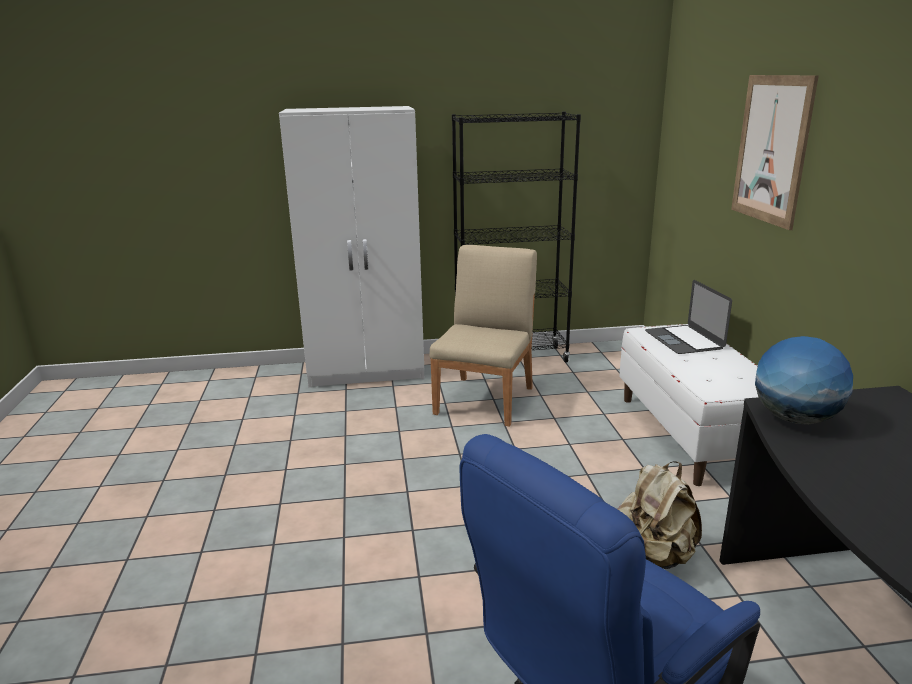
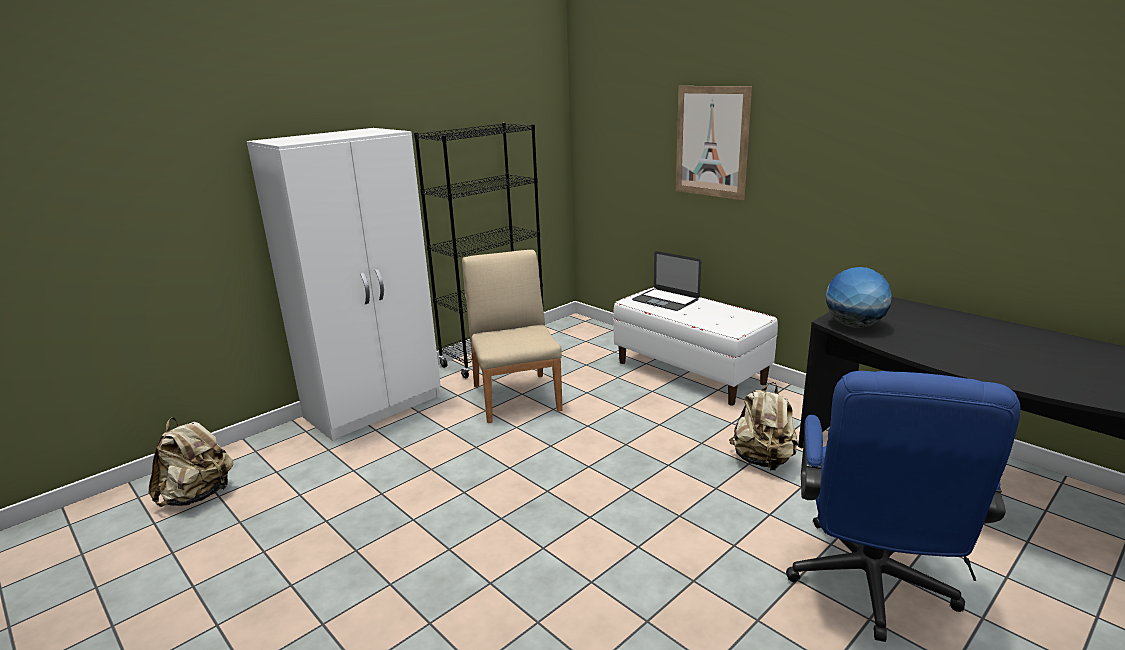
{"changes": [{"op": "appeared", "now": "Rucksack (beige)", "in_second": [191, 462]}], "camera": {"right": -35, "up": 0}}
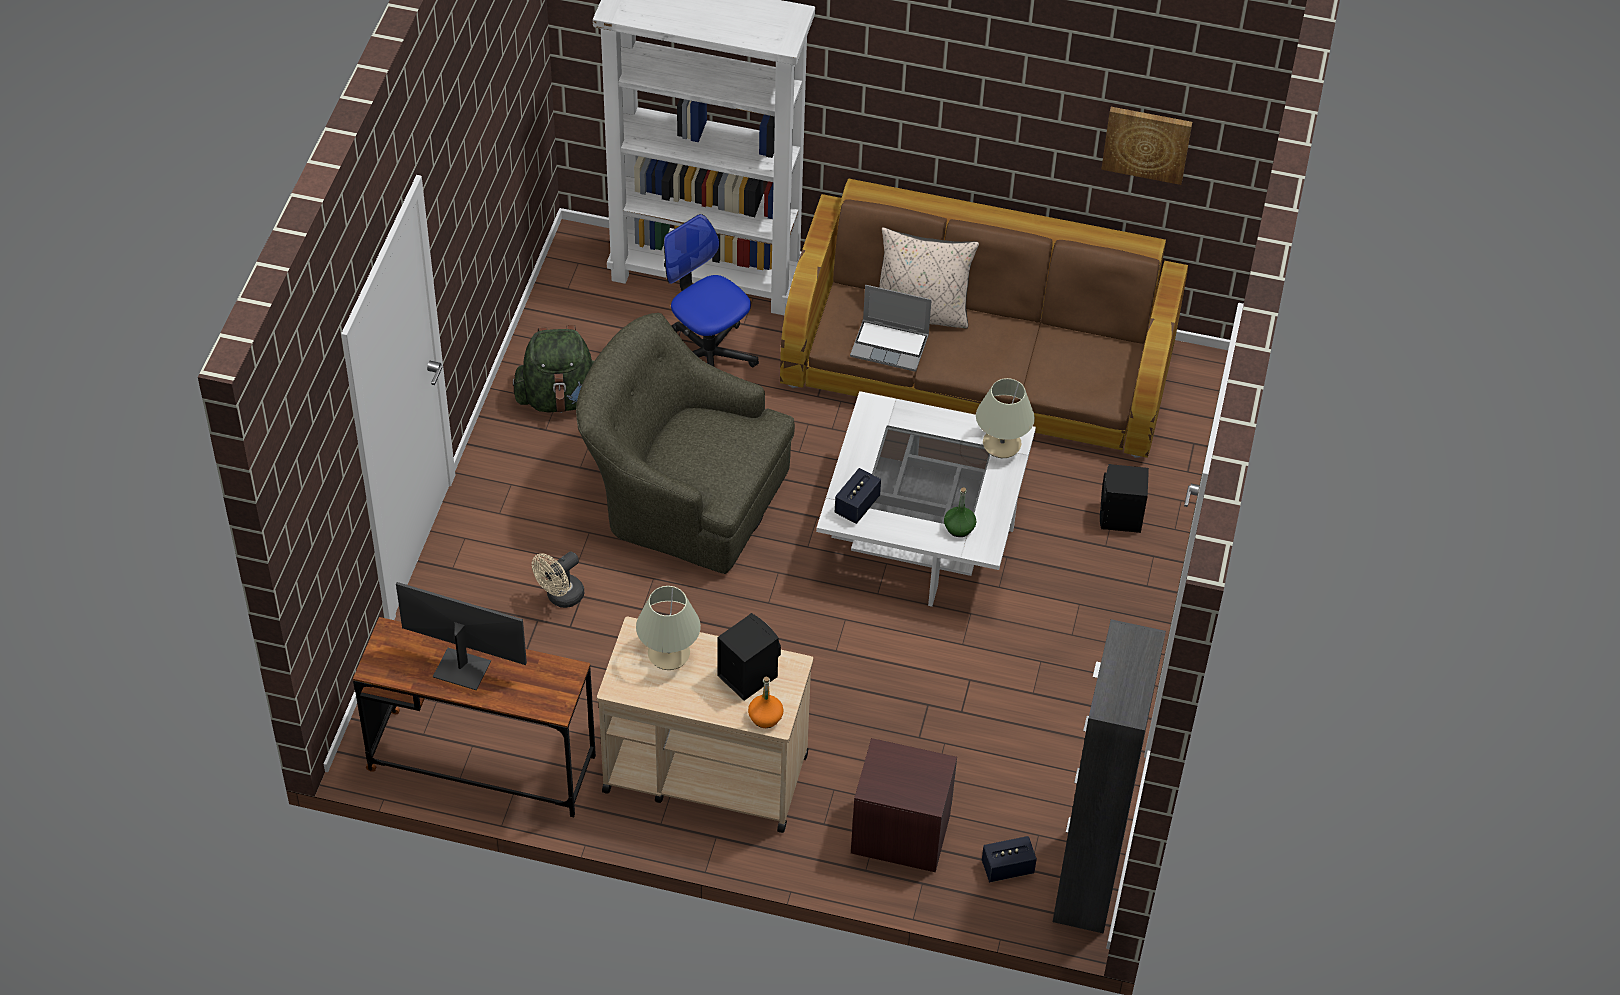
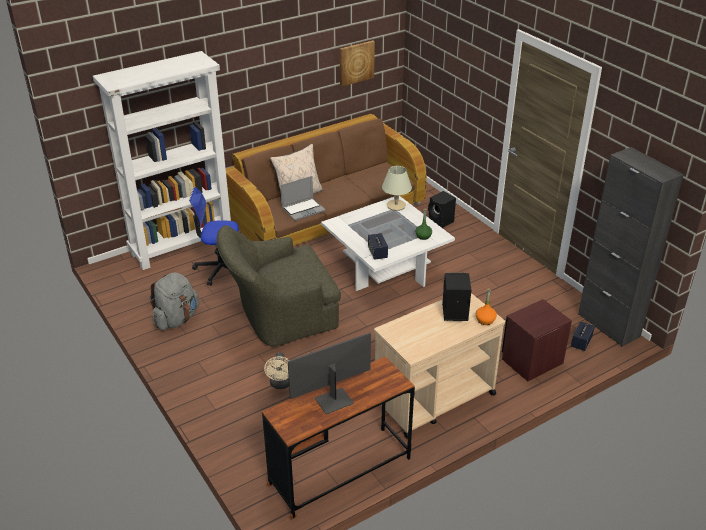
{"changes": [{"op": "colour", "was": "Rucksack (grün)", "now": "Rucksack (grau)", "in_first": [553, 369], "in_second": [174, 301]}, {"op": "missing", "was": "Tischlampe (beige)", "in_first": [668, 628]}], "camera": {"right": -45, "up": -15}}
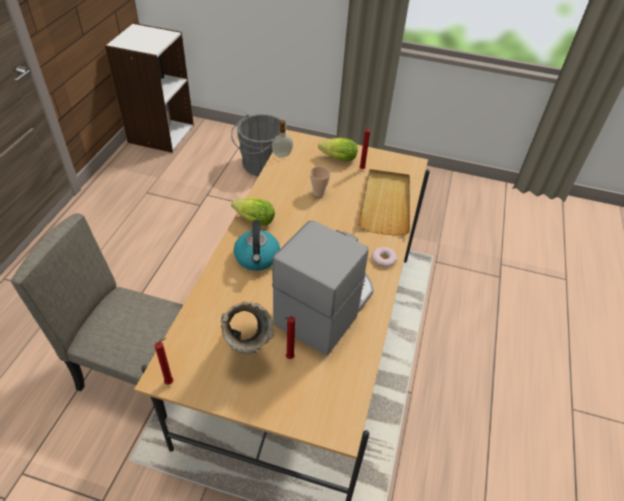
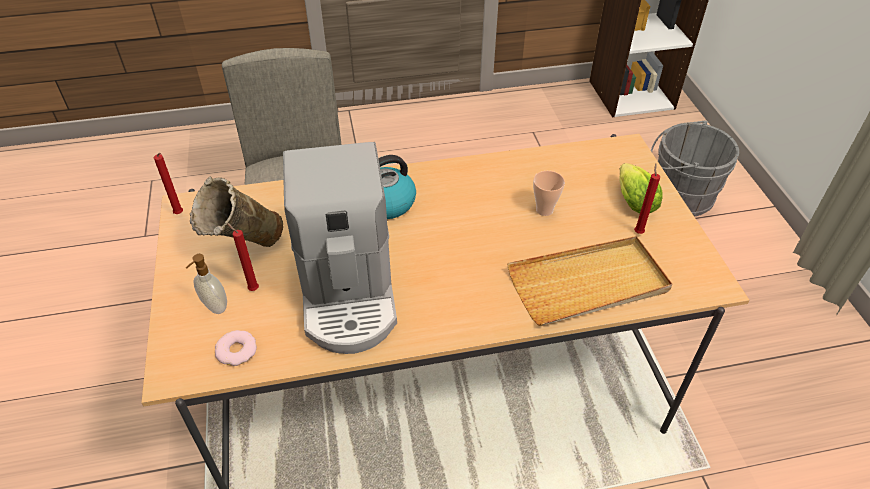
{"changes": [{"op": "relocated", "was": "Seifenspender", "in_first": [282, 138], "in_second": [206, 284]}, {"op": "relocated", "was": "Donut", "in_first": [384, 257], "in_second": [236, 348]}, {"op": "spun", "was": "Kaffeemaschine", "in_first": [323, 288], "in_second": [340, 248], "clockwise": 75}, {"op": "missing", "was": "Salatkopf", "in_first": [253, 212]}], "camera": {"right": 65, "up": 0}}
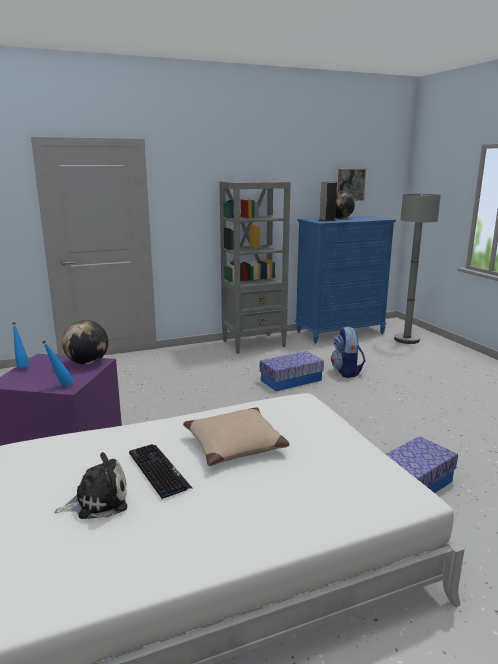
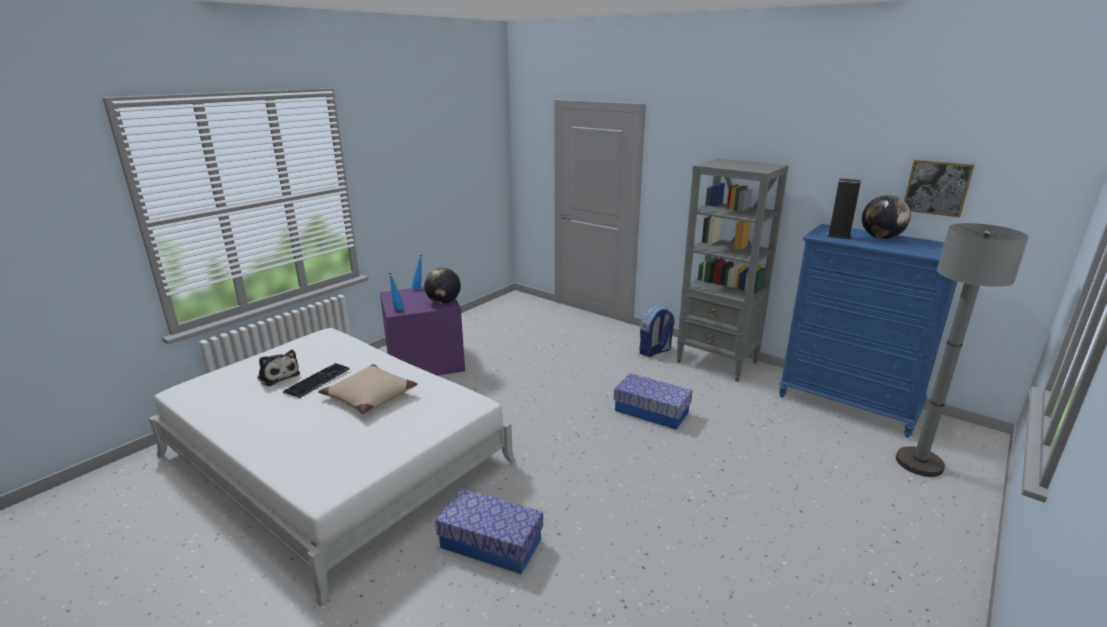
{"changes": [{"op": "relocated", "was": "Rucksack", "in_first": [348, 352], "in_second": [657, 331]}], "camera": {"right": 60, "up": 5}}
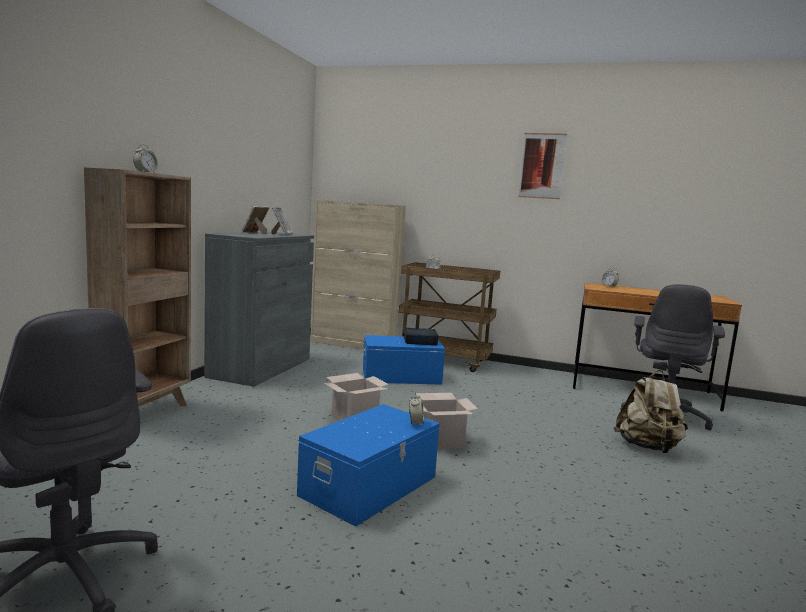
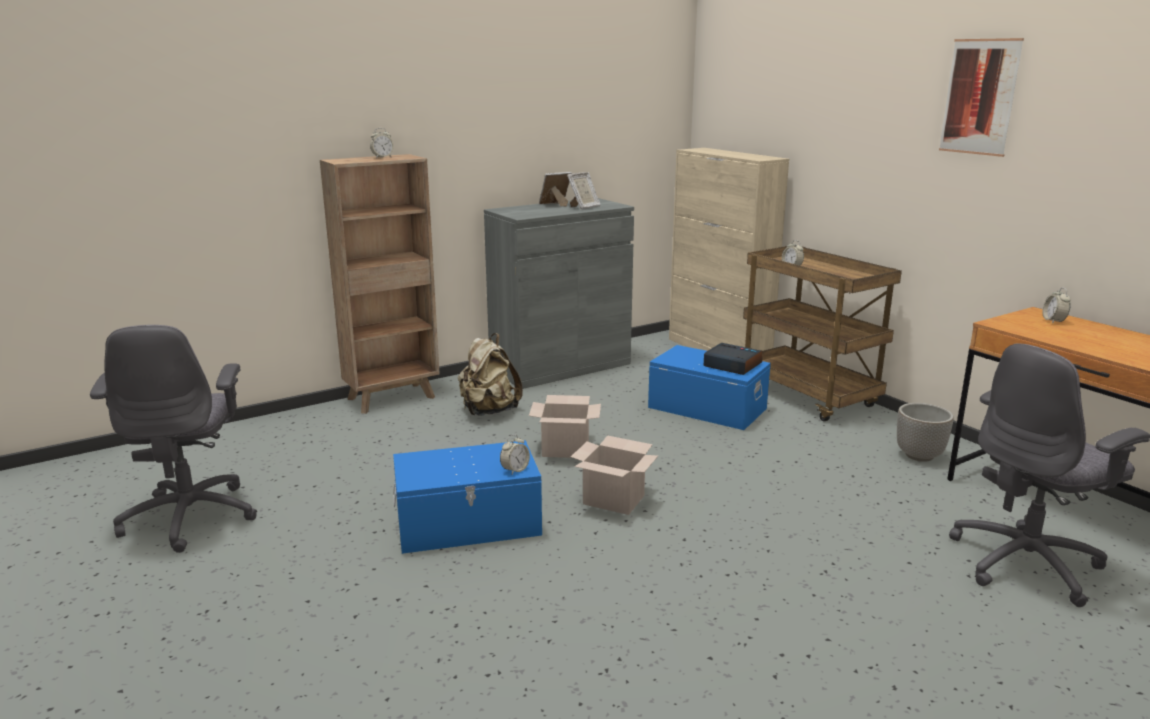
{"changes": [{"op": "relocated", "was": "Rucksack (beige)", "in_first": [651, 411], "in_second": [490, 374]}, {"op": "appeared", "now": "Pflanzkübel", "in_second": [925, 432]}], "camera": {"right": 40, "up": 10}}
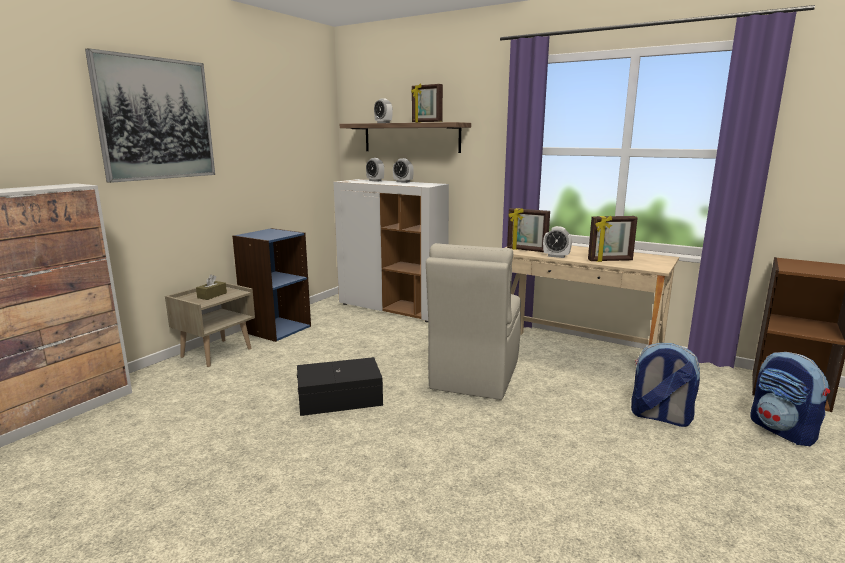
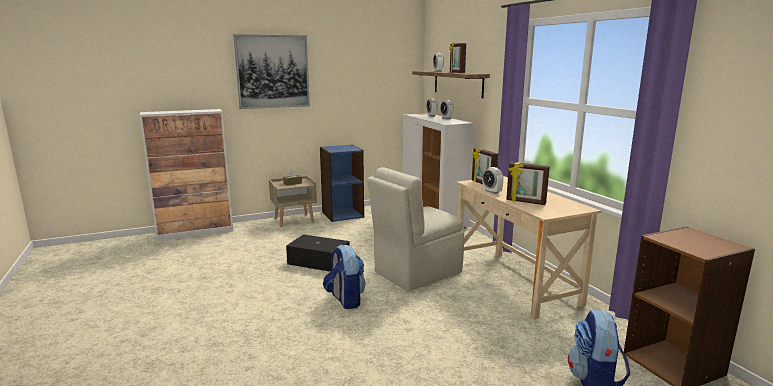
{"changes": [{"op": "relocated", "was": "Rucksack", "in_first": [665, 385], "in_second": [344, 277]}], "camera": {"right": 35, "up": 0}}
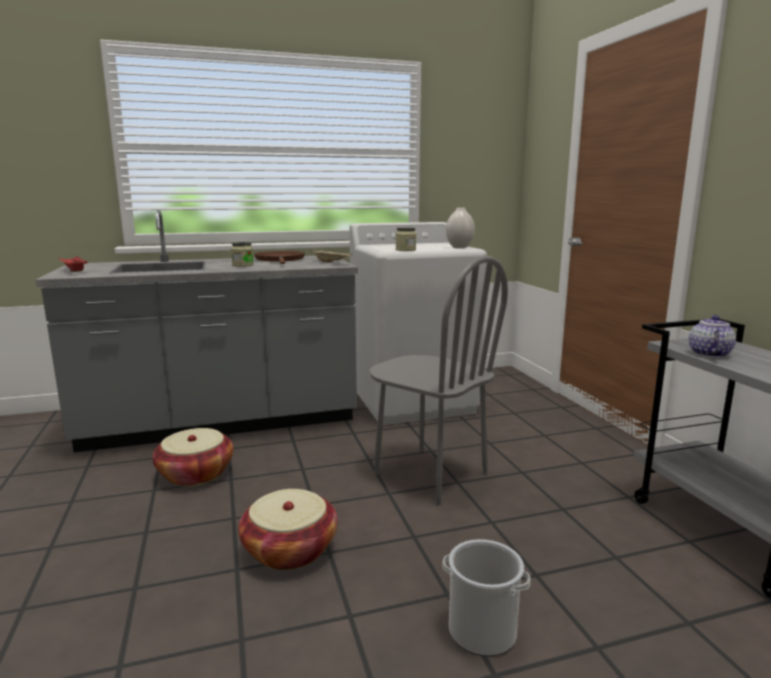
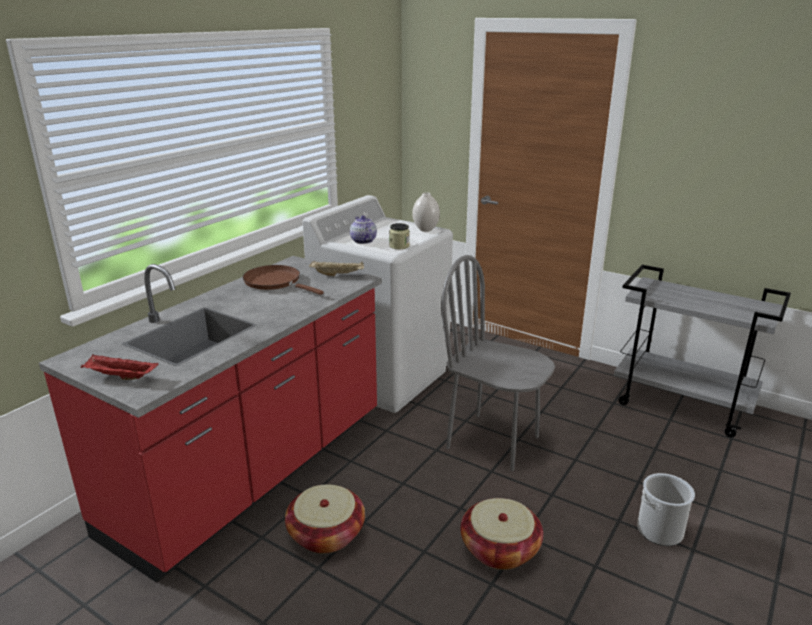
{"changes": [{"op": "colour", "was": "Küchenzeile (grau)", "now": "Küchenzeile (rot)", "in_first": [196, 331], "in_second": [210, 419]}, {"op": "relocated", "was": "Teekanne", "in_first": [712, 336], "in_second": [363, 230]}, {"op": "spun", "was": "Stuhl (grau)", "in_first": [438, 381], "in_second": [498, 363], "clockwise": -150}, {"op": "missing", "was": "Vorratsglas", "in_first": [242, 254]}], "camera": {"right": -40, "up": 10}}
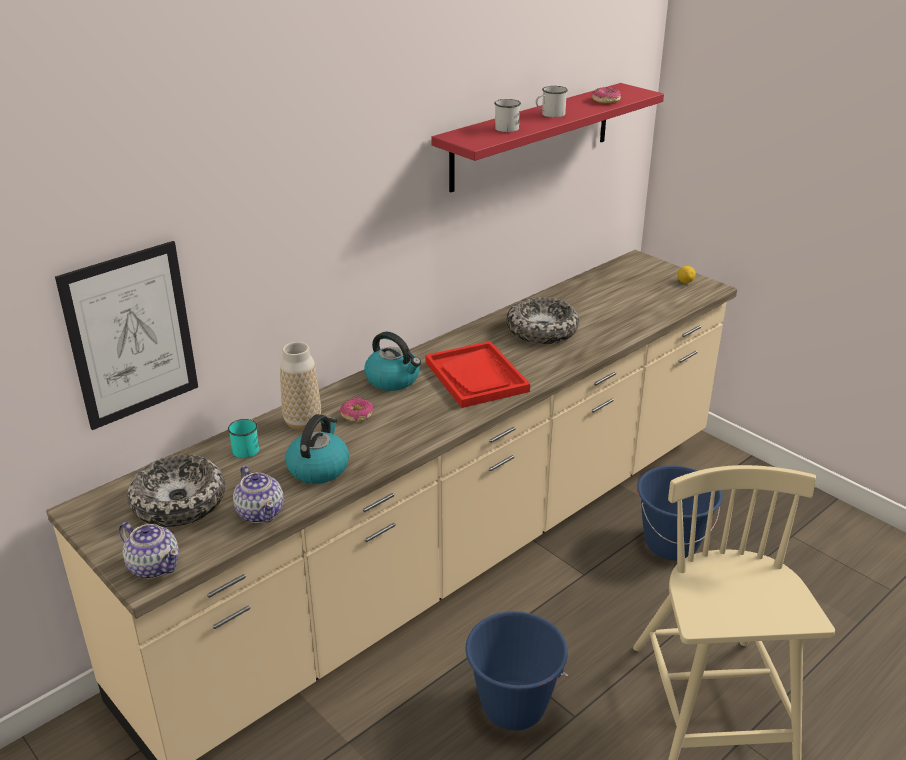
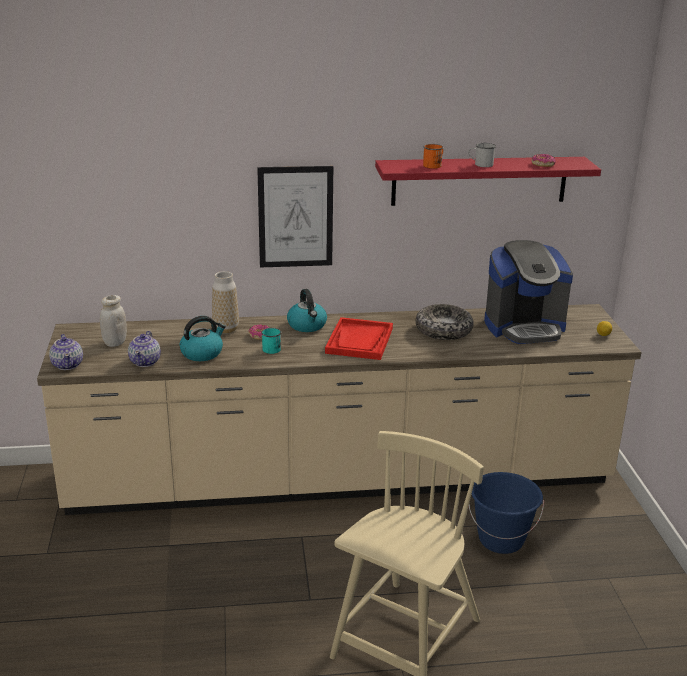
{"changes": [{"op": "exchanged", "was": "Schüssel", "now": "Vorratsglas (weiß)", "in_first": [176, 491], "in_second": [113, 321]}, {"op": "relocated", "was": "Bild", "in_first": [126, 335], "in_second": [295, 216]}, {"op": "relocated", "was": "Henkelbecher (türkis)", "in_first": [243, 438], "in_second": [271, 341]}, {"op": "colour", "was": "Henkelbecher (weiß)", "now": "Henkelbecher (orange)", "in_first": [507, 115], "in_second": [433, 156]}, {"op": "appeared", "now": "Kaffeemaschine", "in_second": [528, 292]}, {"op": "missing", "was": "Eimer (blau)", "in_first": [516, 670]}], "camera": {"right": 35, "up": -5}}
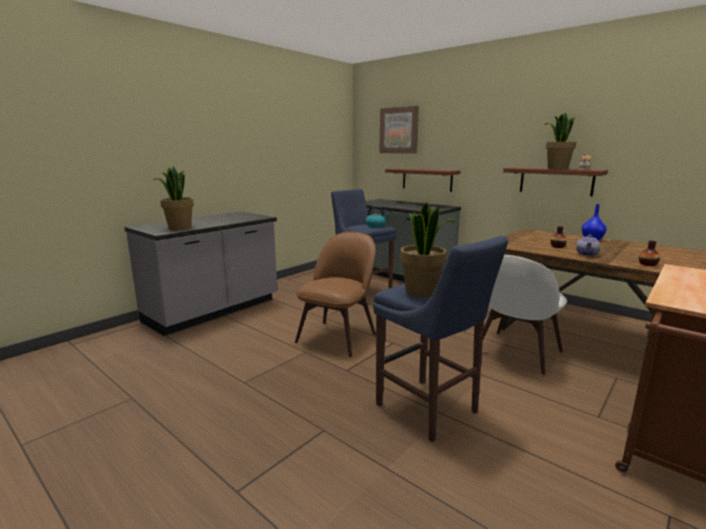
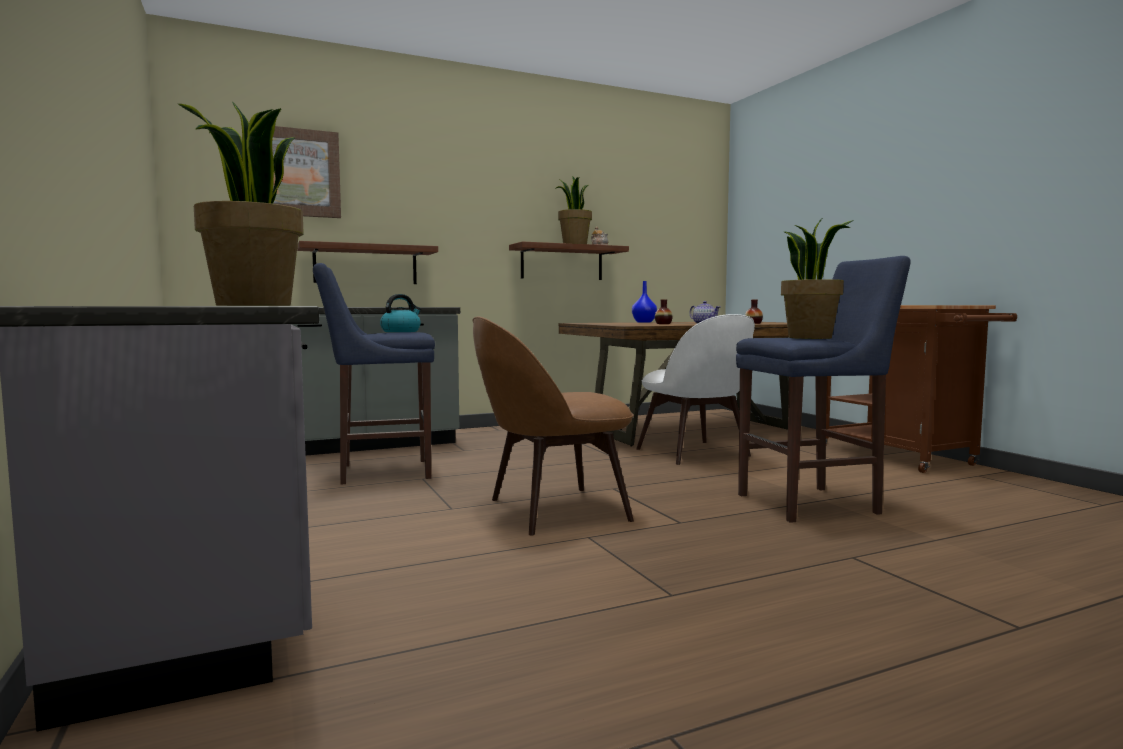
{"changes": [{"op": "spun", "was": "Stuhl (braun)", "in_first": [335, 294], "in_second": [553, 426], "clockwise": -75}], "camera": {"right": -65, "up": -10}}
